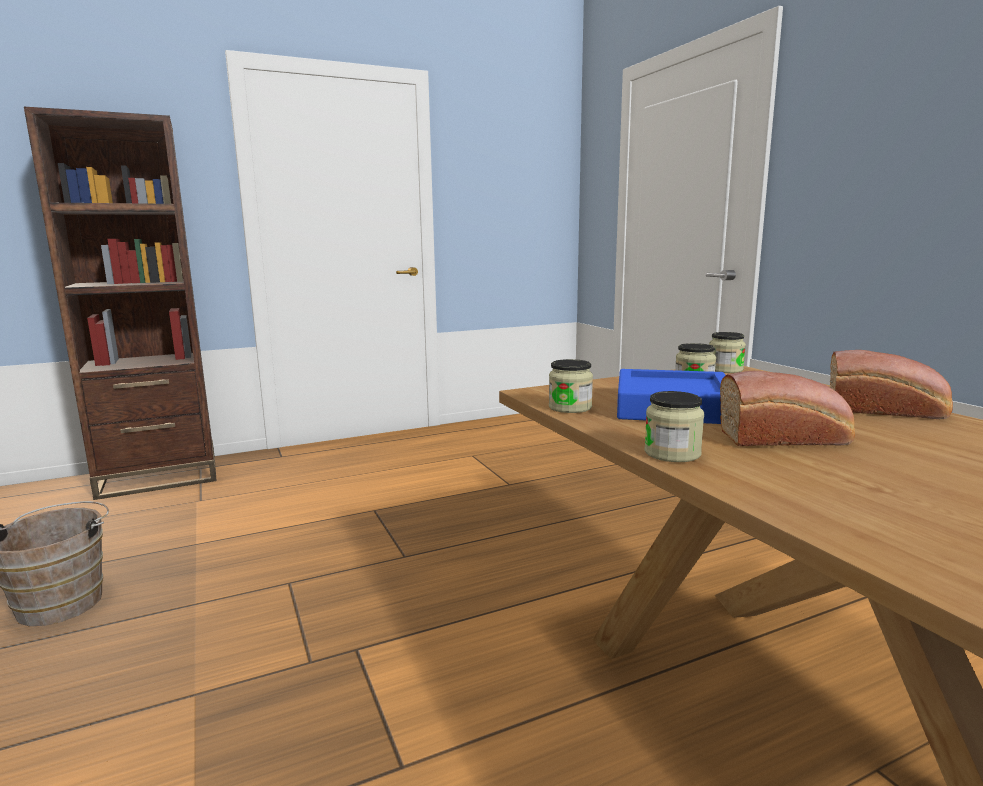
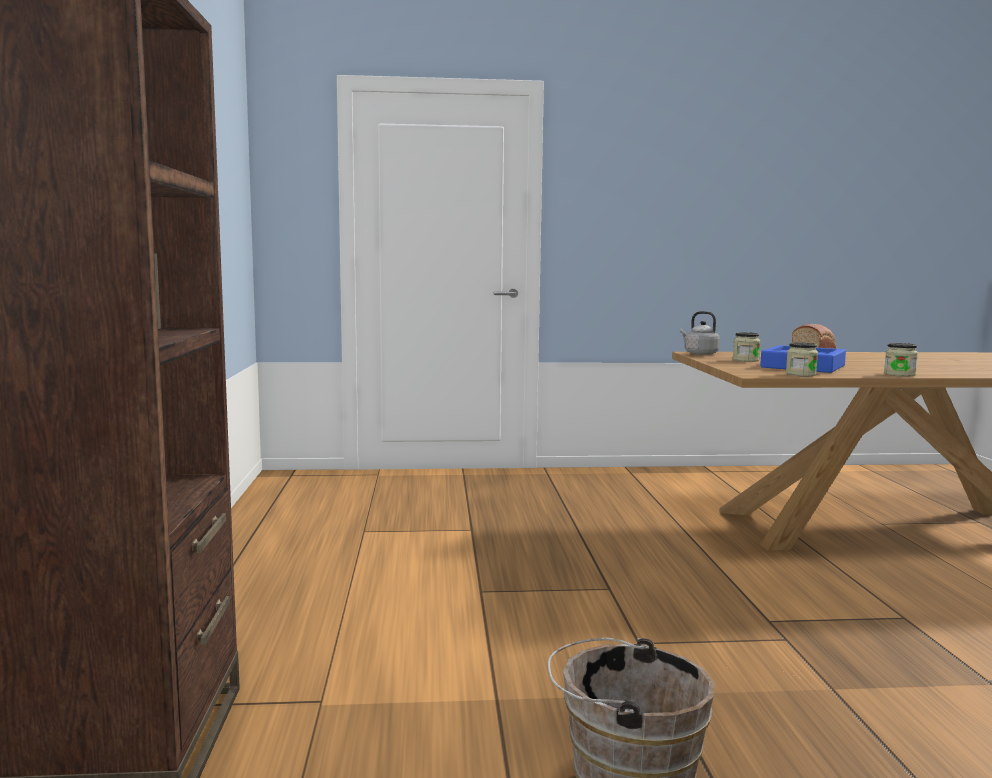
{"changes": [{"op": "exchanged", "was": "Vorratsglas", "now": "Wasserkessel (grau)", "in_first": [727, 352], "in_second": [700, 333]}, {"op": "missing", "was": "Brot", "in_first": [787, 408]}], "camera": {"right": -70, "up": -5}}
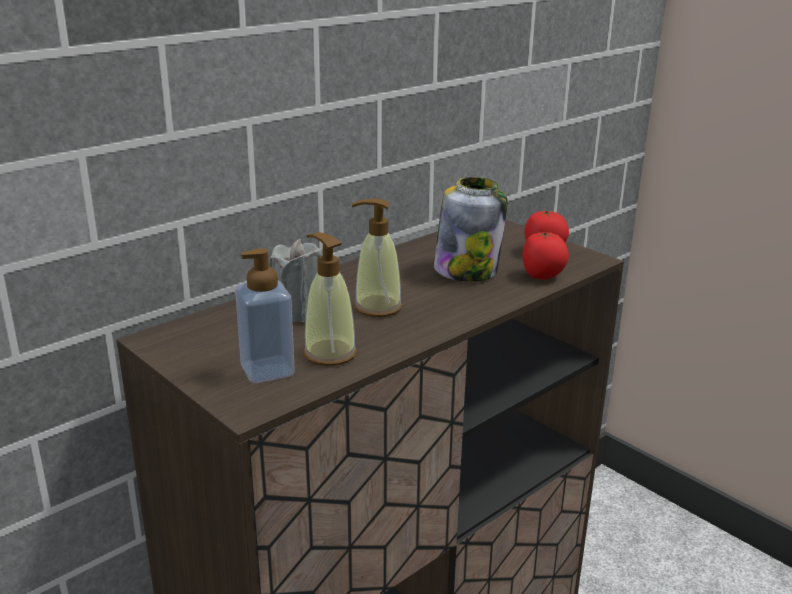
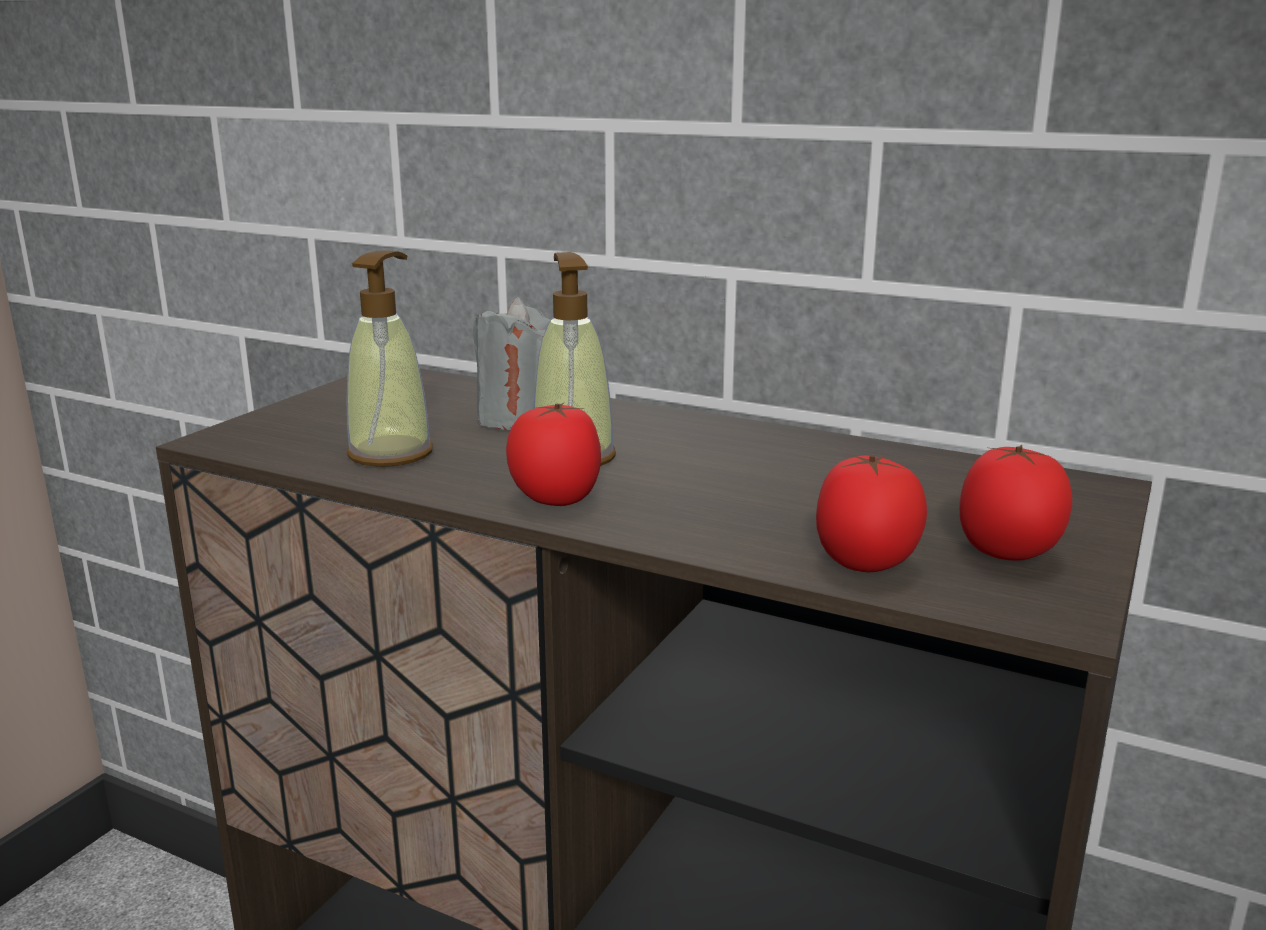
{"changes": [{"op": "appeared", "now": "Tomate", "in_second": [553, 454]}, {"op": "missing", "was": "Seifenspender", "in_first": [265, 315]}, {"op": "missing", "was": "Vorratsglas", "in_first": [471, 229]}], "camera": {"right": 70, "up": -5}}
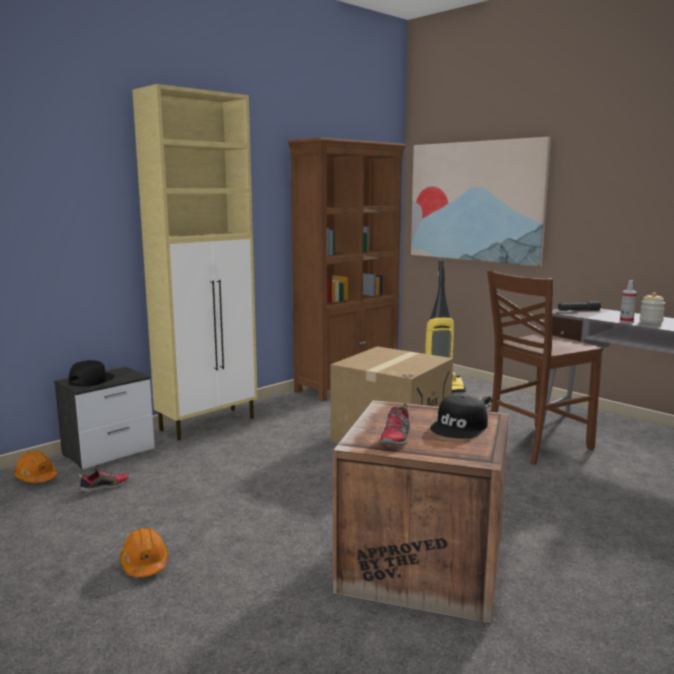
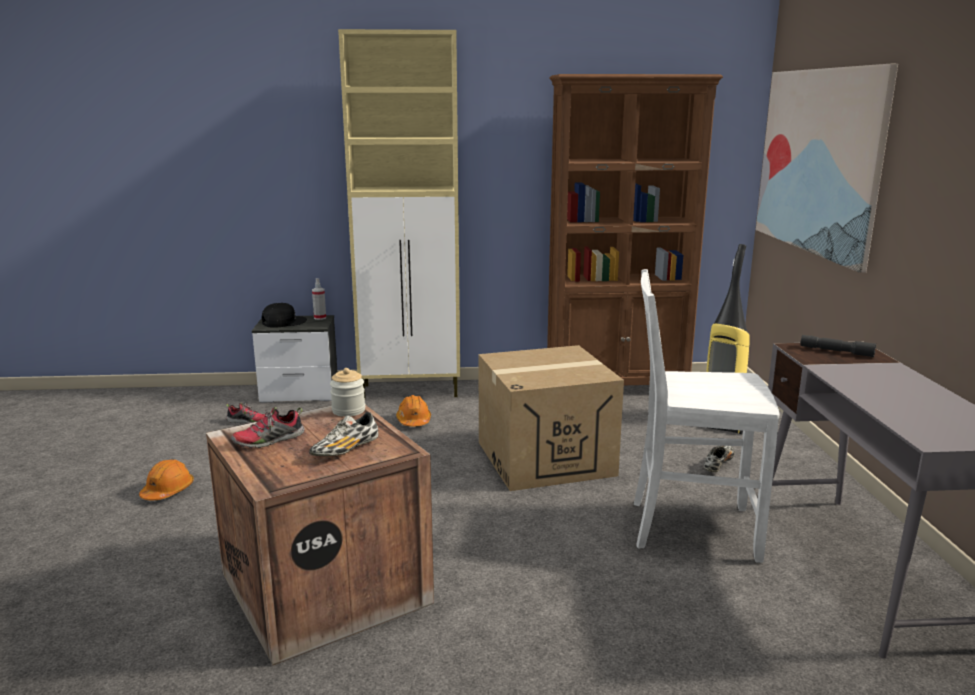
{"changes": [{"op": "exchanged", "was": "Kappe (schwarz)", "now": "Schuh", "in_first": [459, 417], "in_second": [343, 434]}, {"op": "relocated", "was": "Sprühflasche", "in_first": [628, 301], "in_second": [319, 299]}, {"op": "relocated", "was": "Vorratsglas", "in_first": [652, 307], "in_second": [347, 392]}, {"op": "relocated", "was": "Schutzhelm (orange)", "in_first": [36, 467], "in_second": [413, 411]}, {"op": "colour", "was": "Stuhl (braun)", "now": "Stuhl (weiß)", "in_first": [545, 367], "in_second": [707, 416]}], "camera": {"right": 40, "up": 5}}
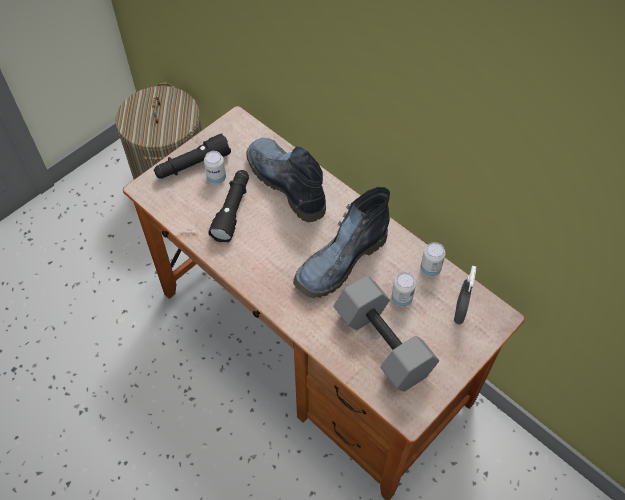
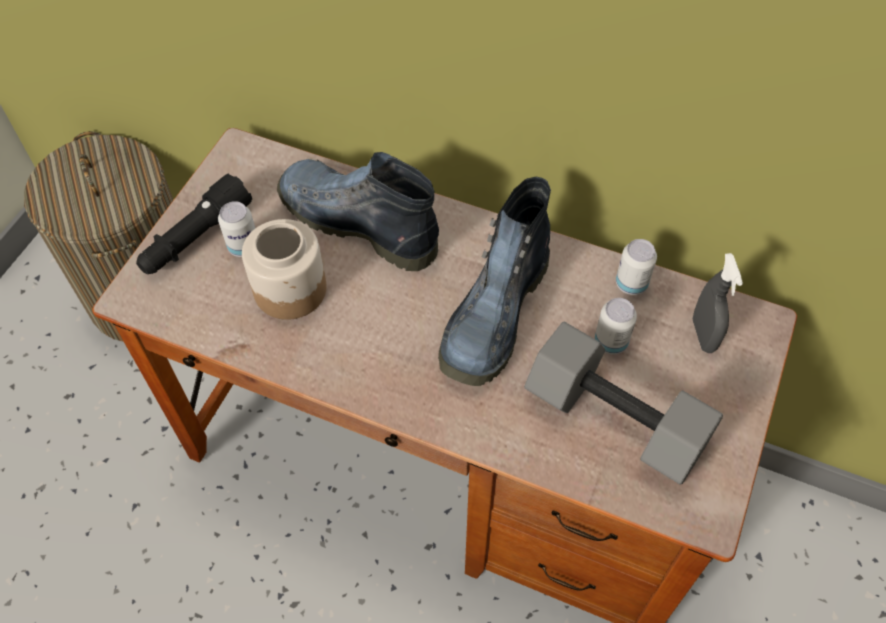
{"changes": [{"op": "exchanged", "was": "Taschenlampe (schwarz)", "now": "Vorratsglas", "in_first": [228, 206], "in_second": [284, 269]}], "camera": {"right": -20, "up": 0}}
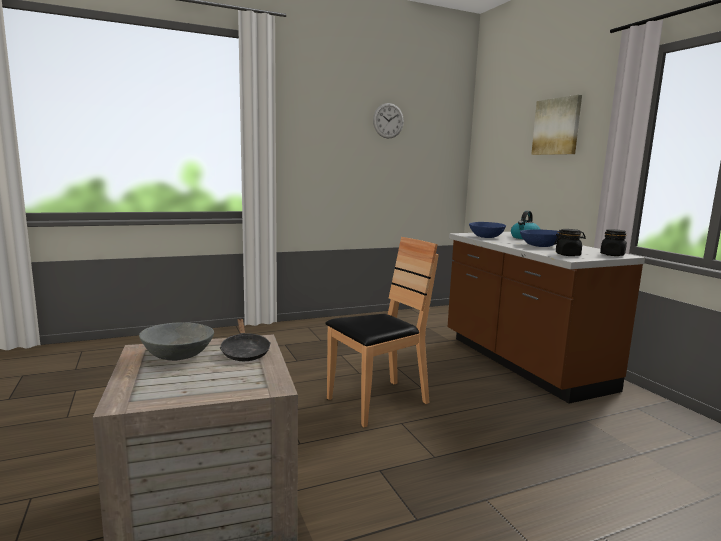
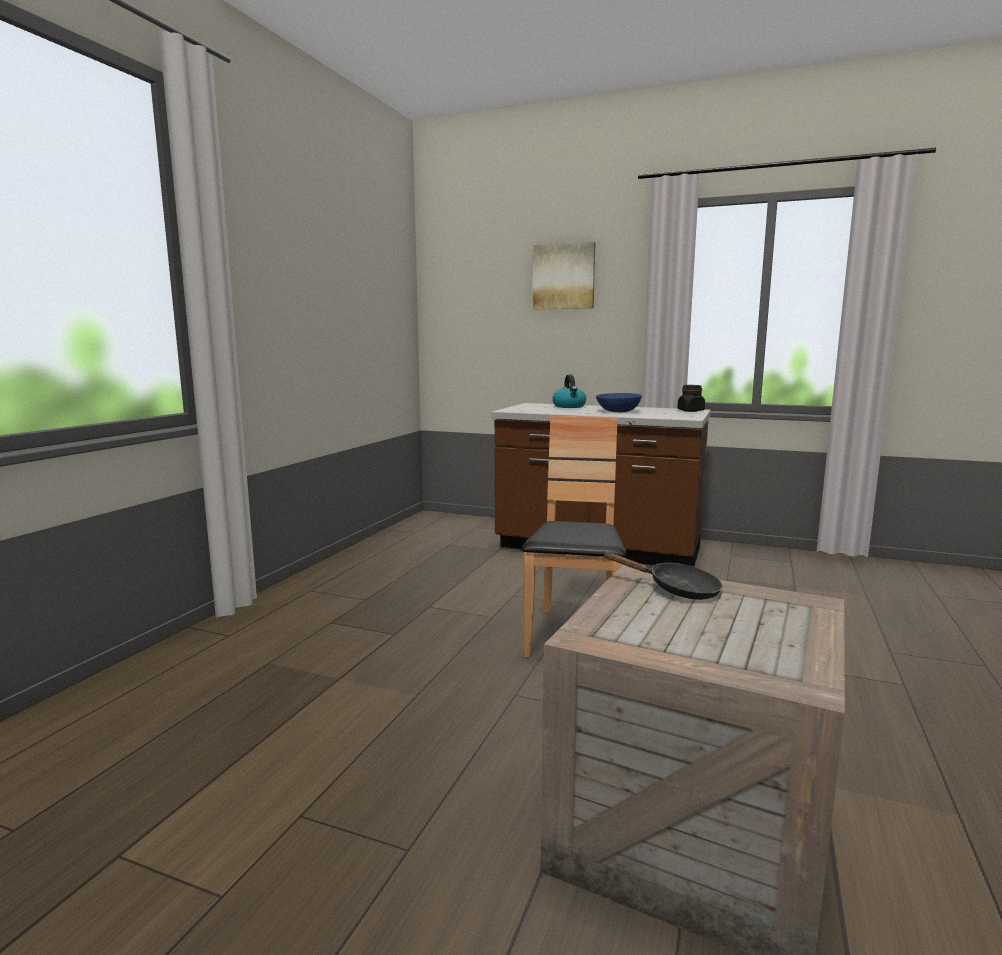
{"changes": [{"op": "missing", "was": "Schüssel (grau)", "in_first": [176, 341]}, {"op": "missing", "was": "Wanduhr", "in_first": [388, 121]}, {"op": "missing", "was": "Schüssel (blau)", "in_first": [487, 230]}, {"op": "missing", "was": "Vorratsglas (schwarz)", "in_first": [570, 242]}], "camera": {"right": -45, "up": 0}}
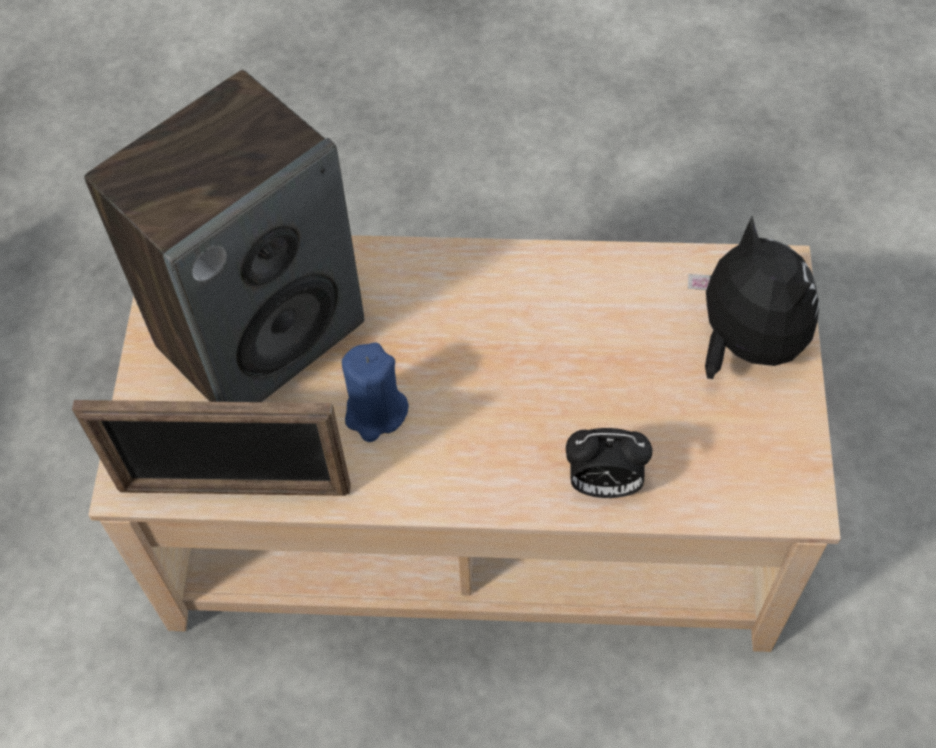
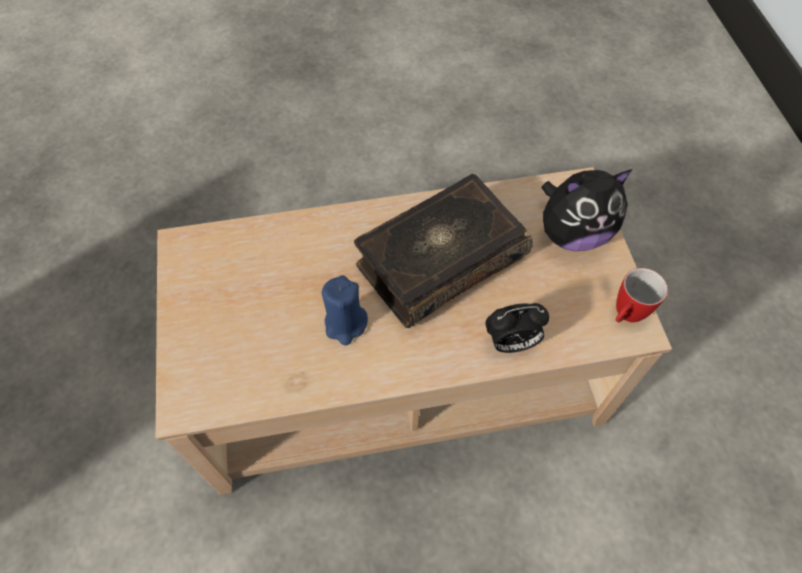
{"changes": [{"op": "appeared", "now": "Buch", "in_second": [443, 251]}, {"op": "spun", "was": "Plüschtier", "in_first": [753, 297], "in_second": [587, 210], "clockwise": 120}, {"op": "appeared", "now": "Henkelbecher", "in_second": [642, 295]}, {"op": "missing", "was": "Bilderrahmen", "in_first": [211, 448]}, {"op": "missing", "was": "Lautsprecher", "in_first": [224, 236]}], "camera": {"right": -15, "up": 0}}
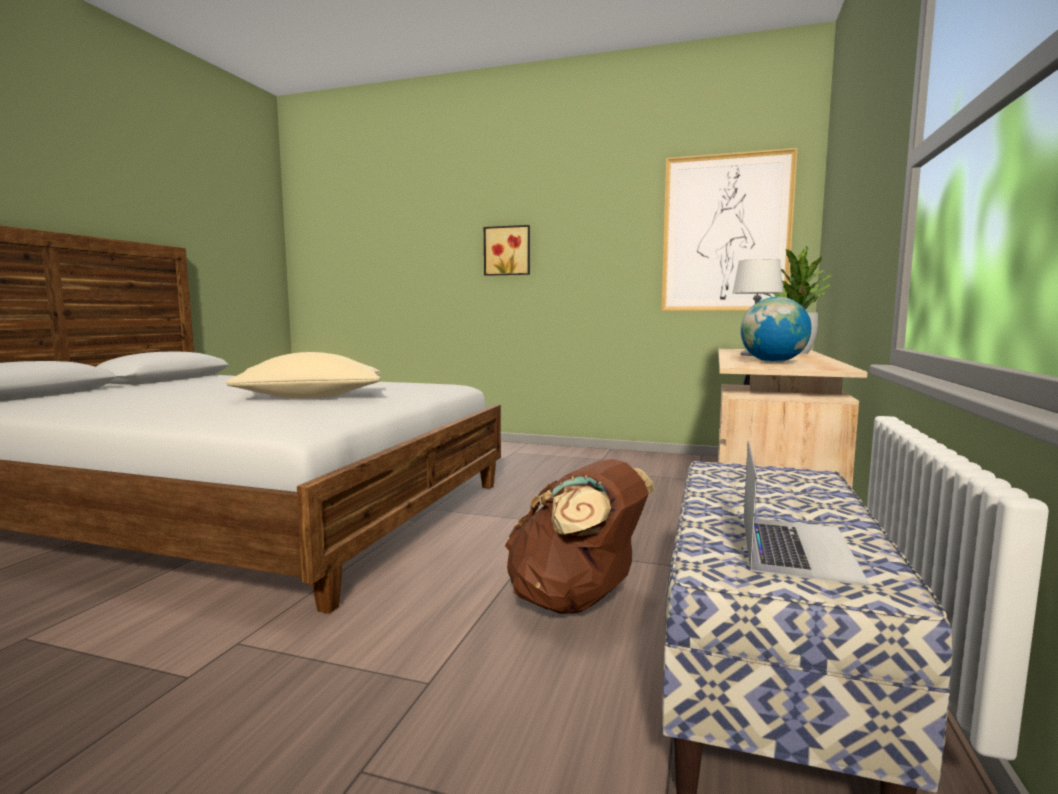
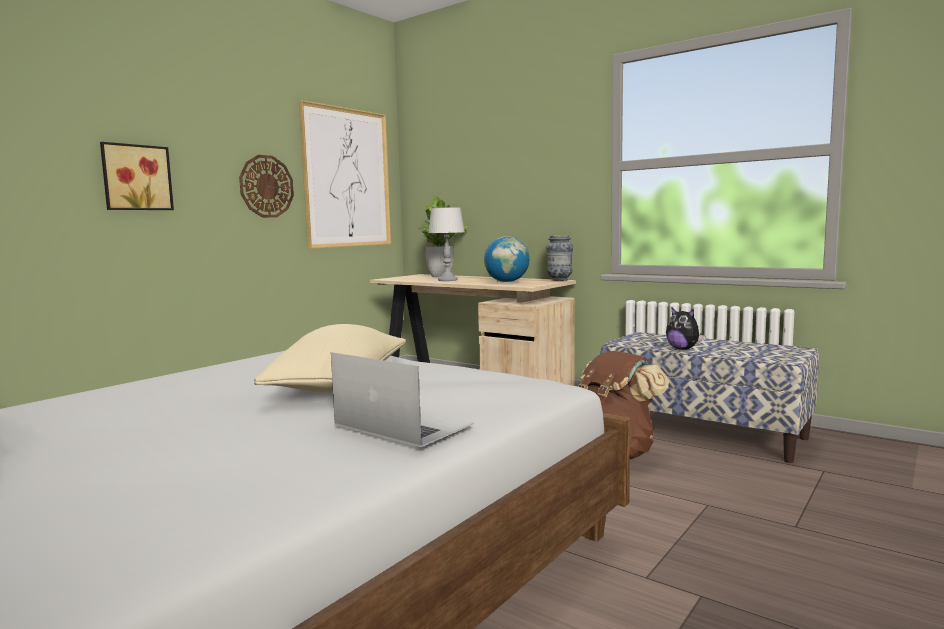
{"changes": [{"op": "appeared", "now": "Wanduhr", "in_second": [266, 186]}, {"op": "relocated", "was": "Laptop", "in_first": [807, 513], "in_second": [402, 399]}, {"op": "appeared", "now": "Vase", "in_second": [559, 258]}, {"op": "appeared", "now": "Plüschtier", "in_second": [685, 328]}], "camera": {"right": -70, "up": 0}}
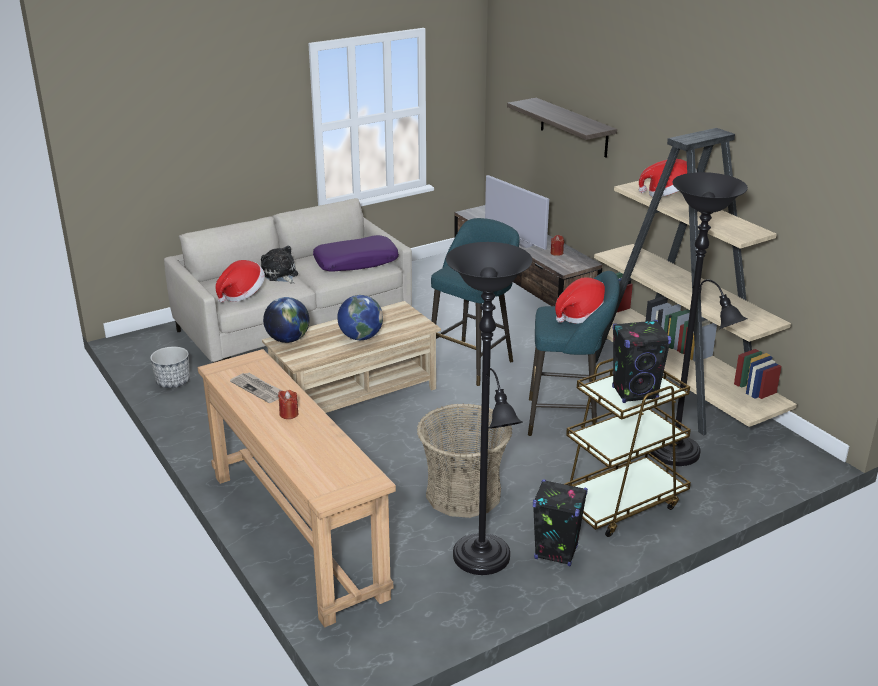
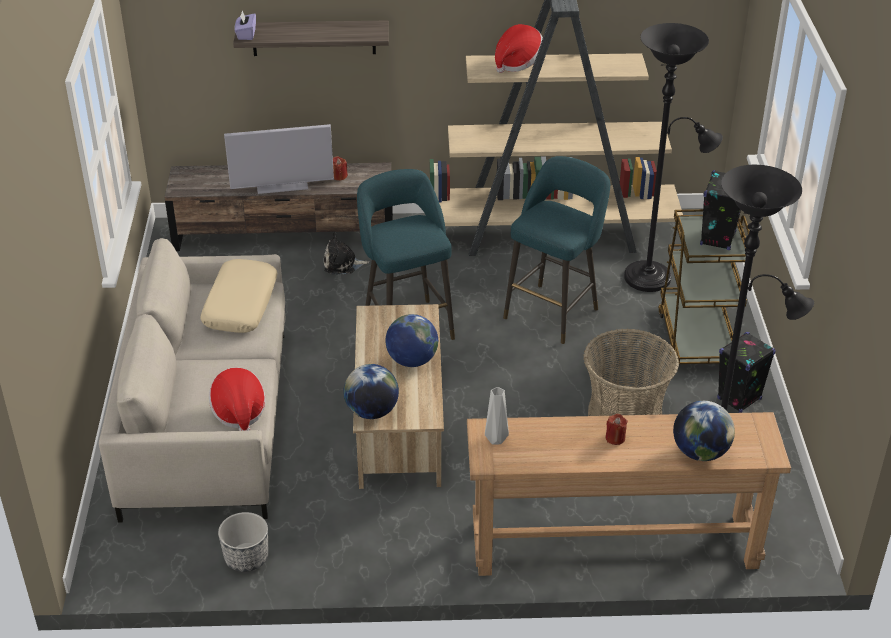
{"changes": [{"op": "colour", "was": "Kissen (lila)", "now": "Kissen (beige)", "in_first": [356, 253], "in_second": [238, 296]}, {"op": "appeared", "now": "Taschentuchbox (lila)", "in_second": [245, 25]}, {"op": "relocated", "was": "Plüschtier", "in_first": [279, 264], "in_second": [346, 253]}, {"op": "appeared", "now": "Vase (grau)", "in_second": [497, 415]}, {"op": "appeared", "now": "Globus", "in_second": [704, 431]}, {"op": "missing", "was": "Zeitung", "in_first": [256, 388]}, {"op": "missing", "was": "Hut", "in_first": [580, 300]}], "camera": {"right": -60, "up": 10}}
